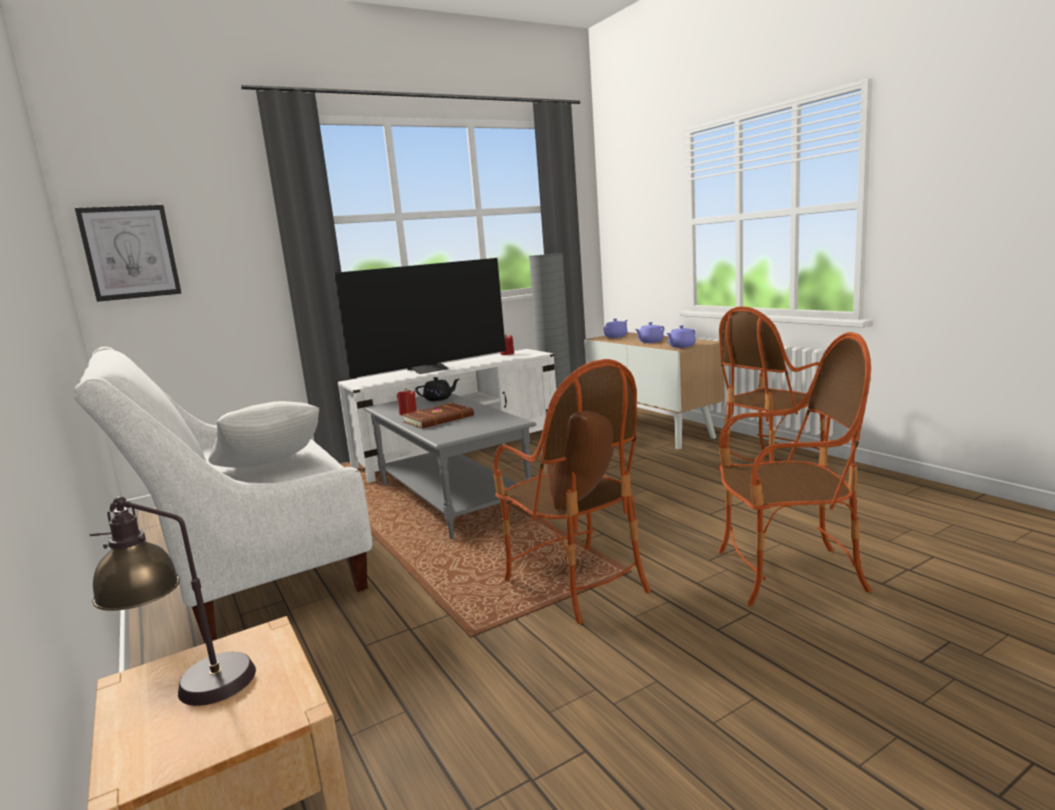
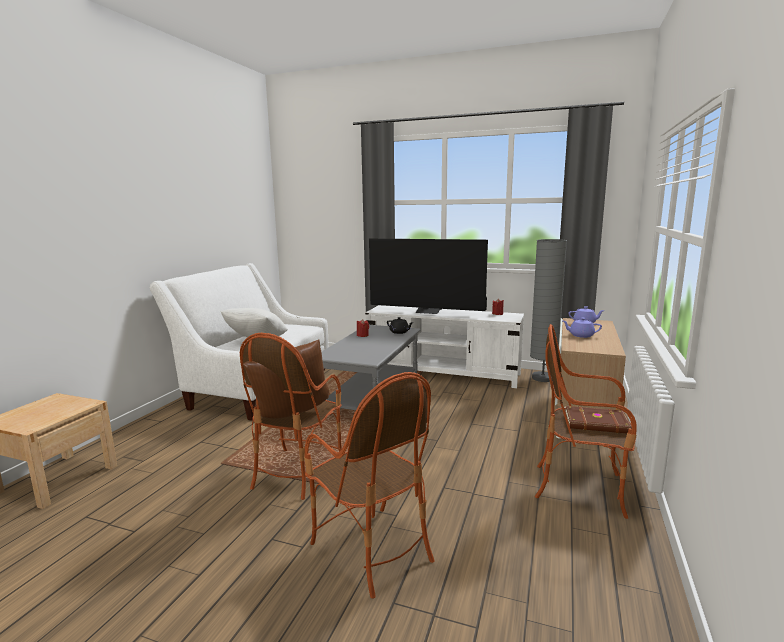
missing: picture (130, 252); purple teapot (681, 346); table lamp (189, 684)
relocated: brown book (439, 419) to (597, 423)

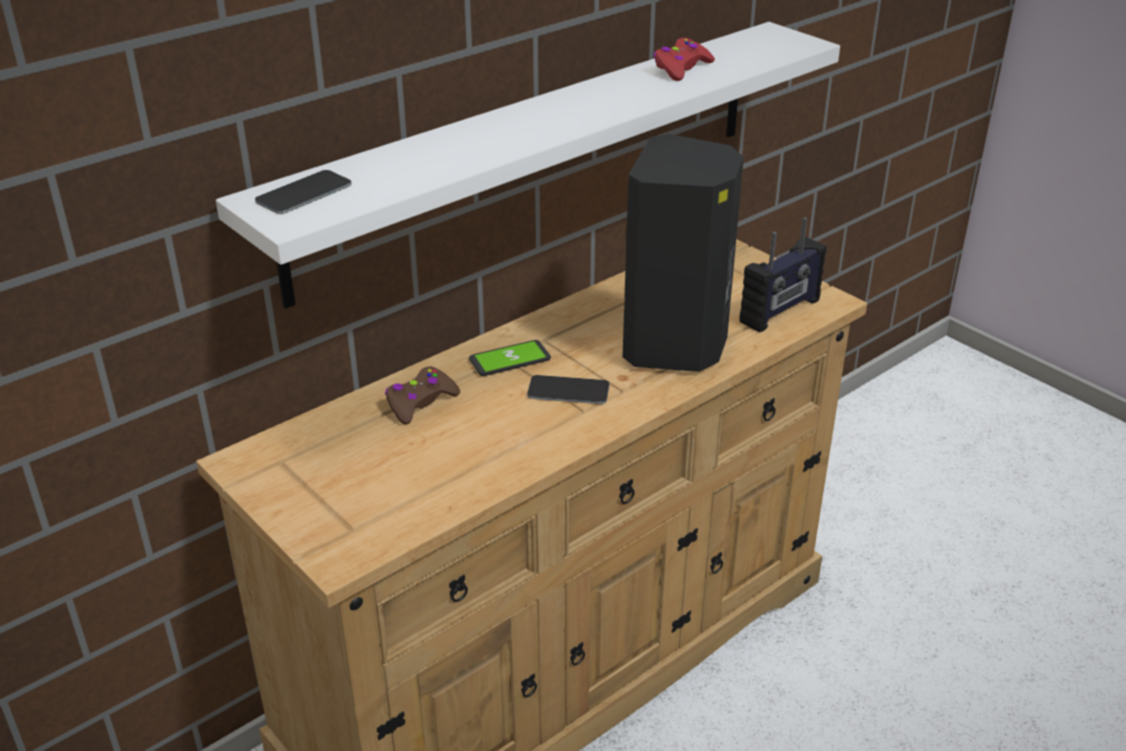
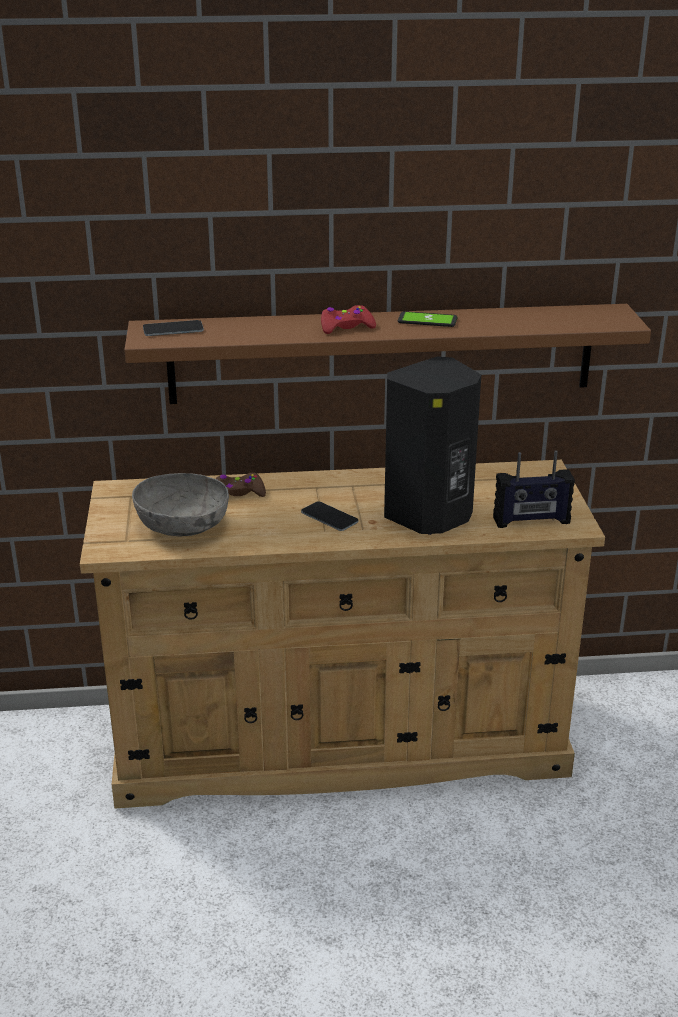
appeared: grey bowl (183, 526)
relocated: red game controller (681, 68) to (346, 327); phone (510, 359) to (427, 320)
colour: white shelf (535, 154) to brown shelf (381, 353)

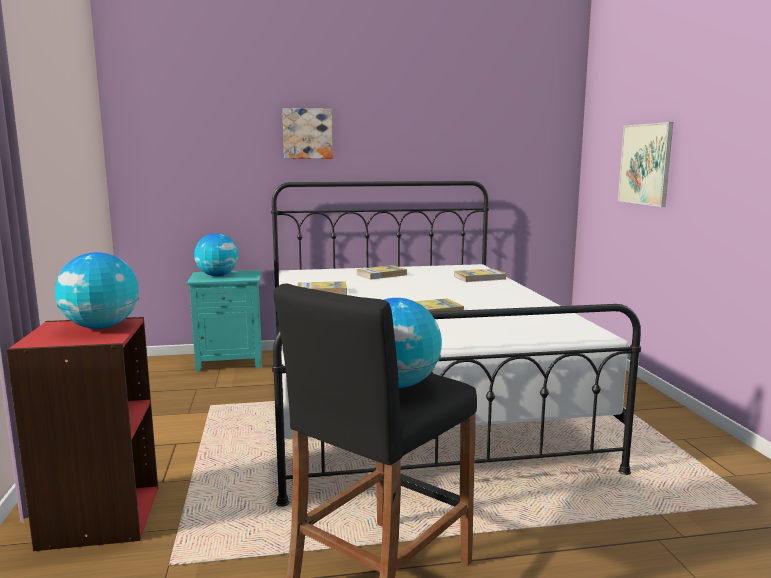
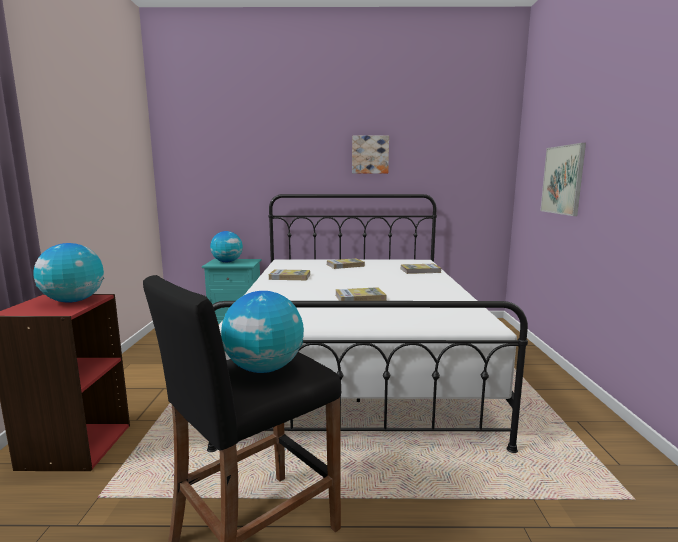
relocated: picture (307, 133) to (370, 155)

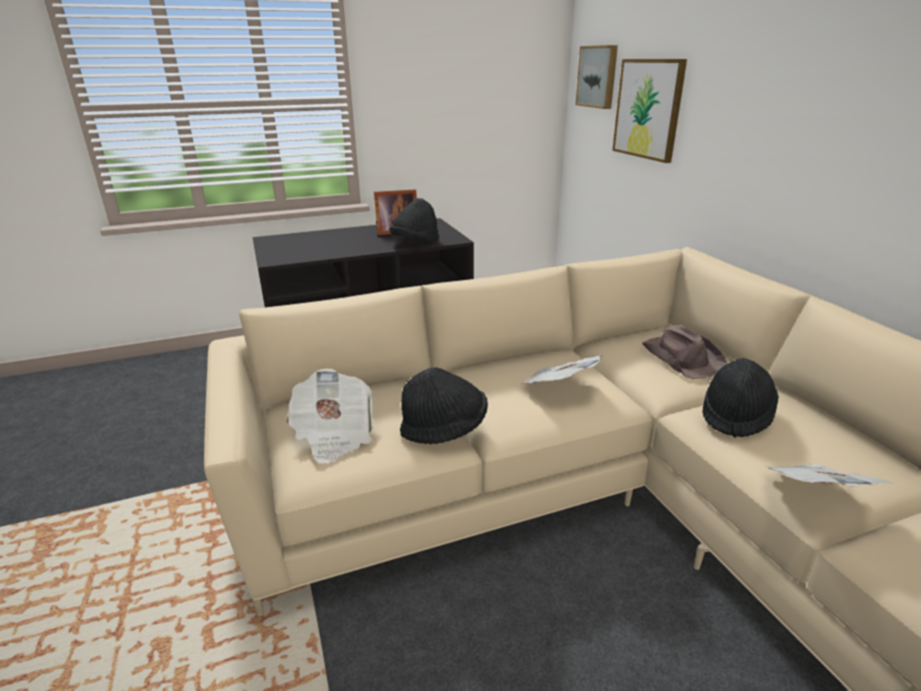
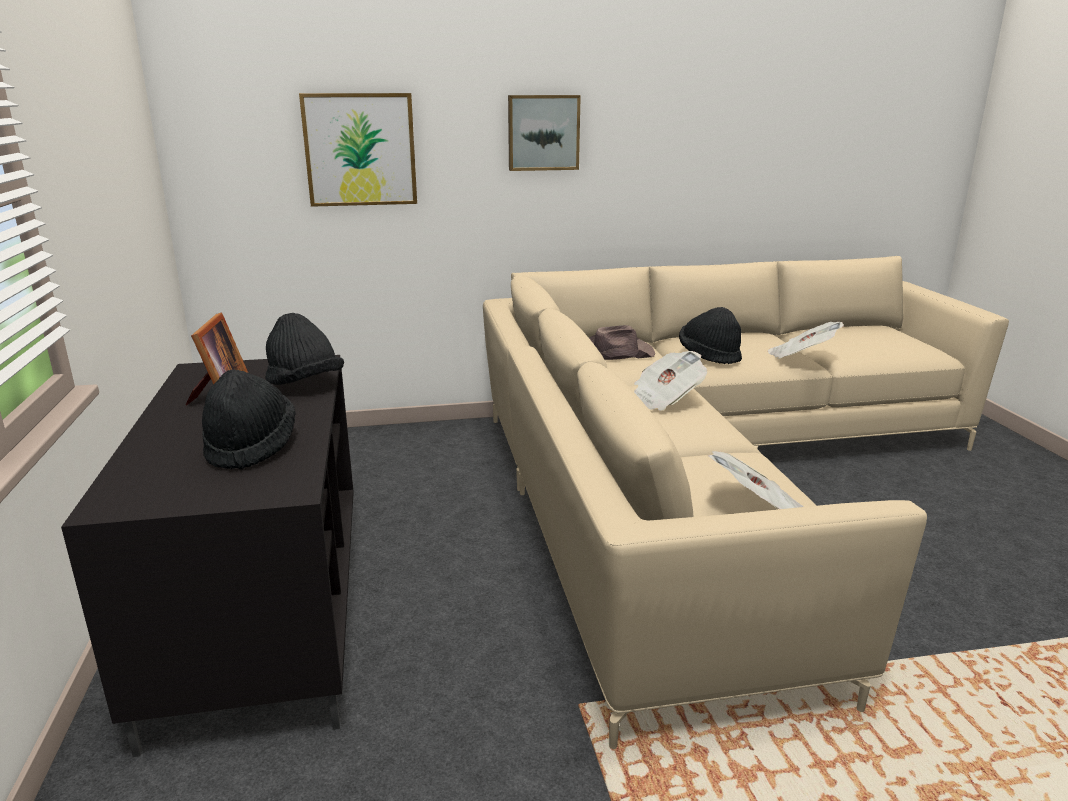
relocated: picture (598, 76) to (543, 132); black hat (444, 429) to (251, 447)

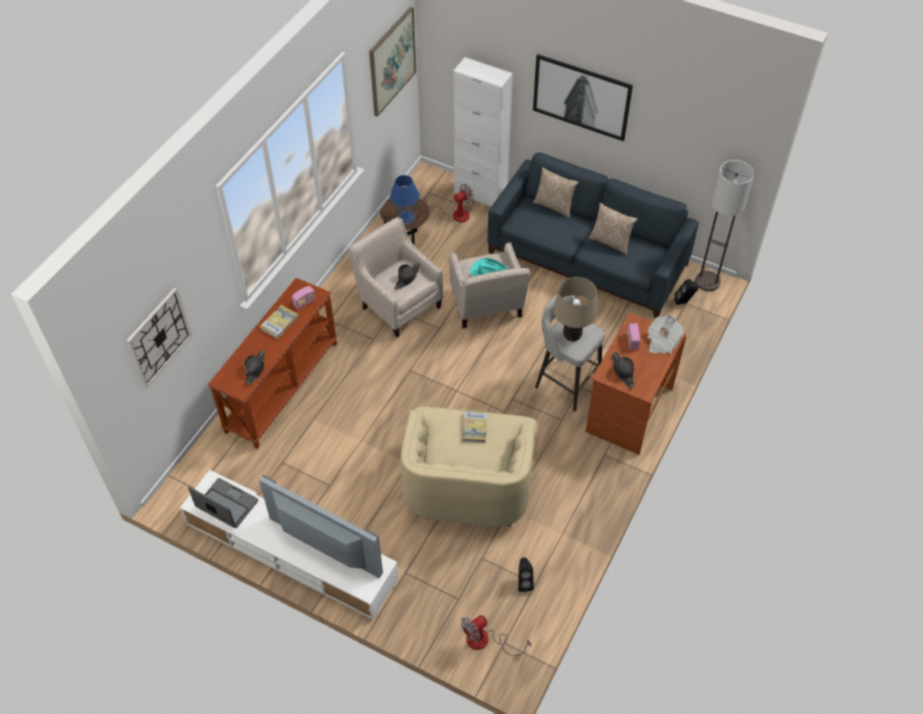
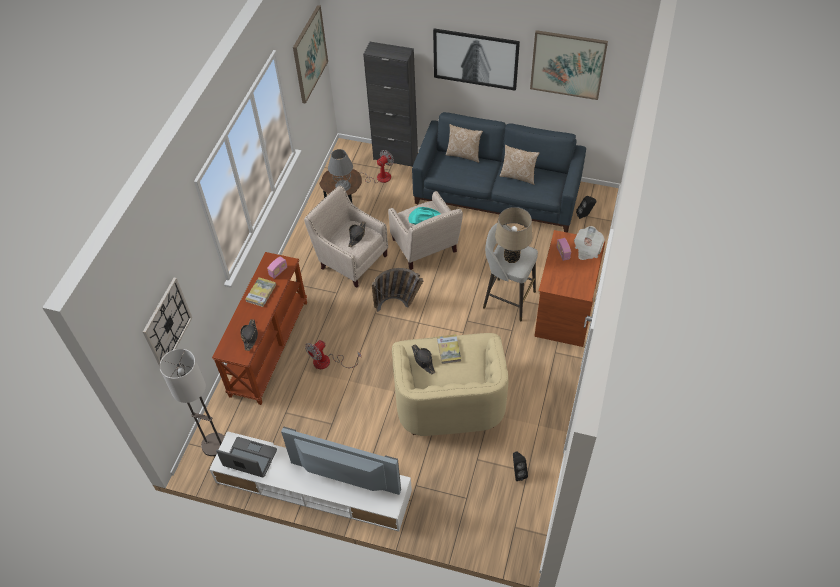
appeared: picture (567, 64); basket (399, 304)
relocated: floor lamp (707, 281) to (214, 444); black hat (623, 372) to (423, 361); fan (486, 641) to (328, 362)
colour: white cabinet (480, 194) to black cabinet (395, 157); blue table lamp (405, 217) to grey table lamp (342, 185)

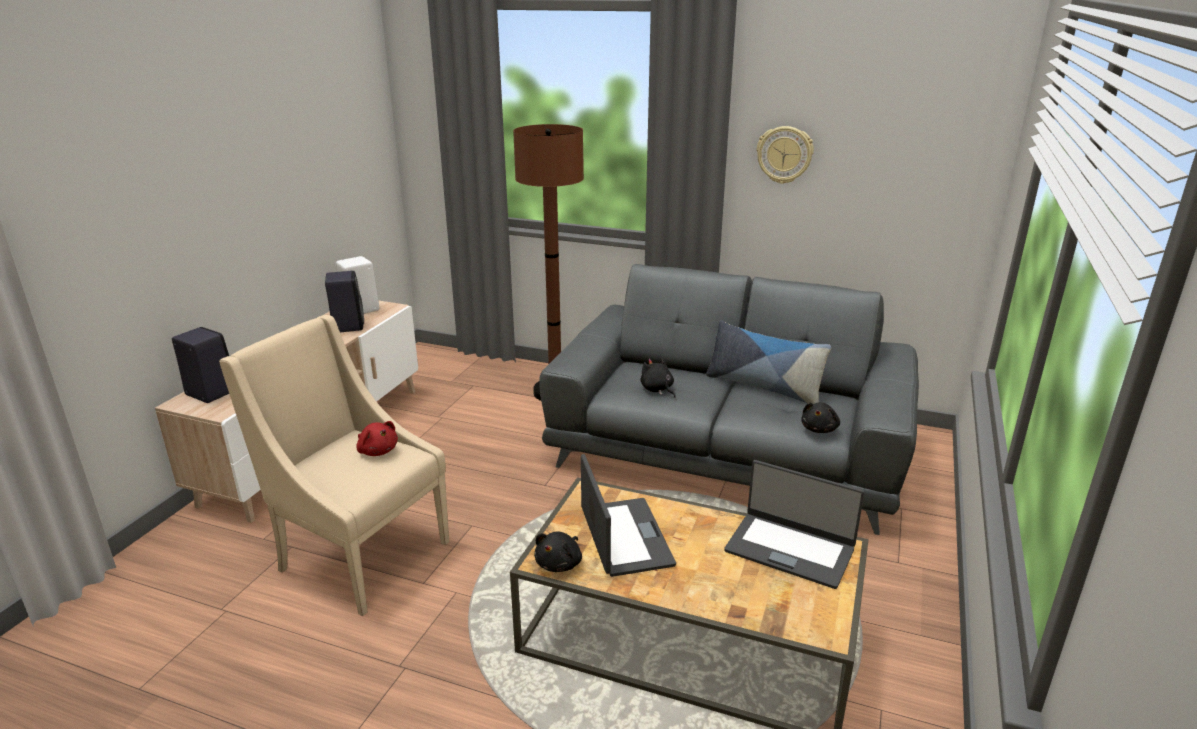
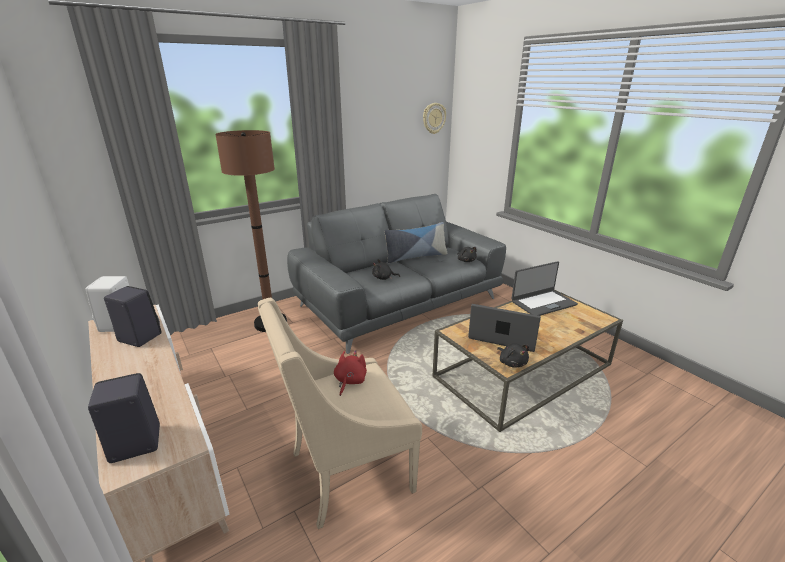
relocated: wall clock (784, 154) to (433, 118)
spun: red plush toy (377, 451) = (349, 381) 60 degrees counterclockwise

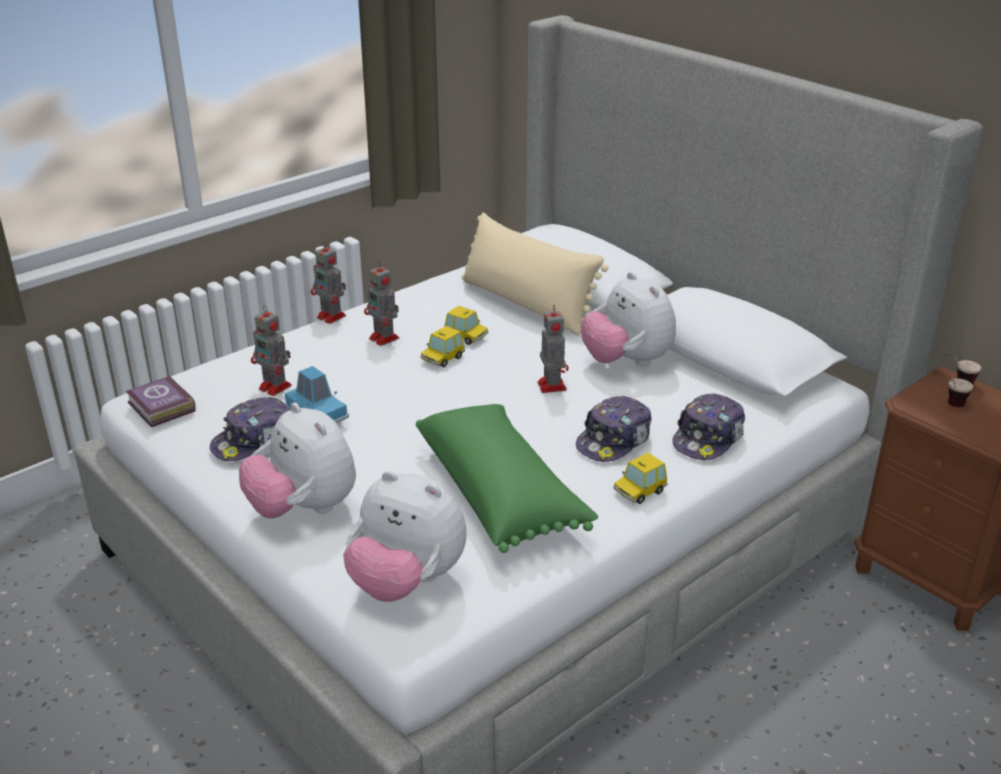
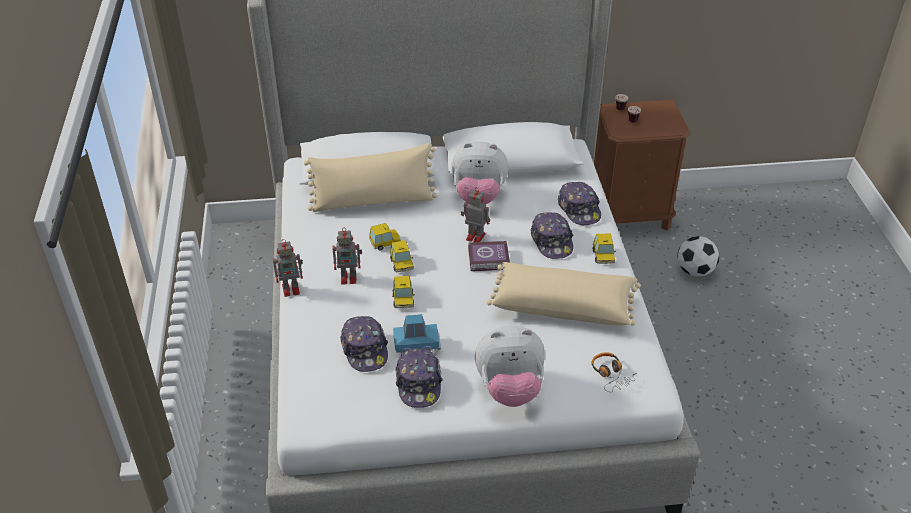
appeared: football (695, 271); toy car (403, 300)
relocated: book (161, 408) to (489, 260)
exchanged: toy robot (276, 388) to cap (365, 349); plush toy (406, 582) to headphones (611, 375)
colour: green pillow (501, 494) to beige pillow (563, 305)

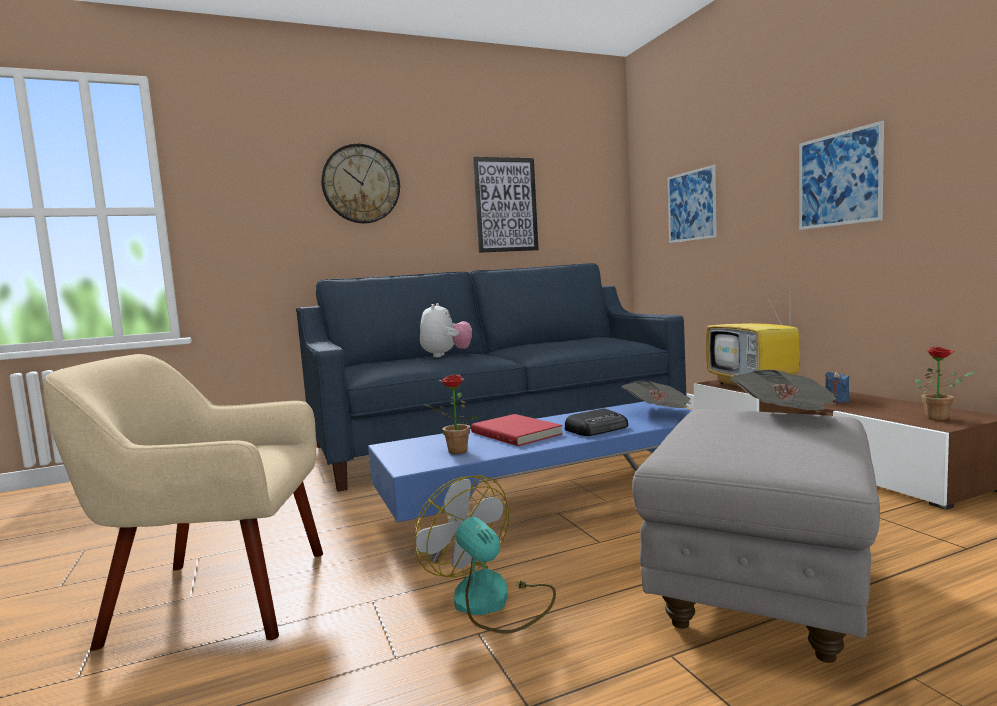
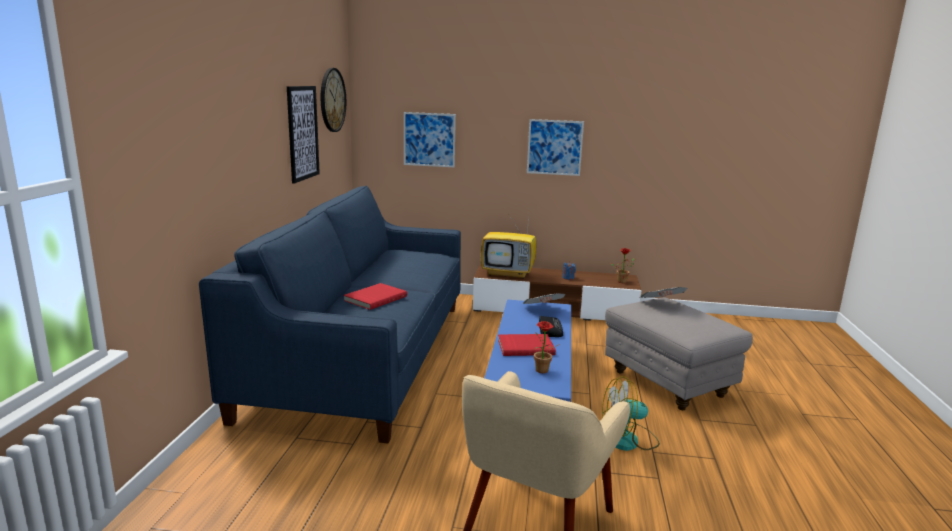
relocated: wall clock (361, 184) to (332, 100)
exchanged: plush toy (446, 355) to red book (375, 298)

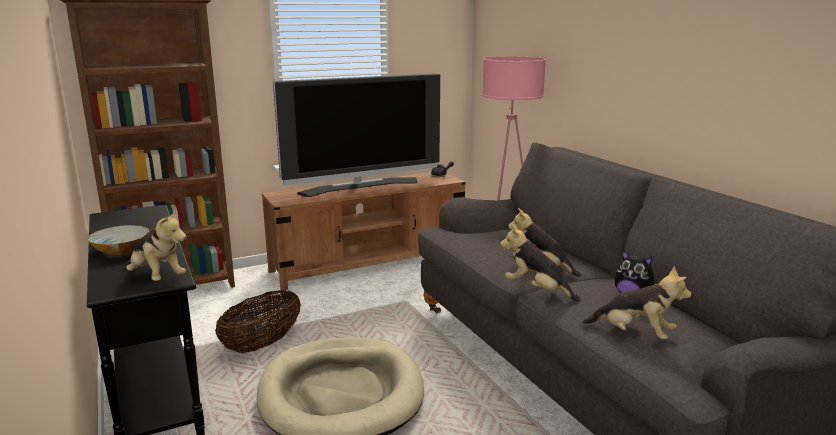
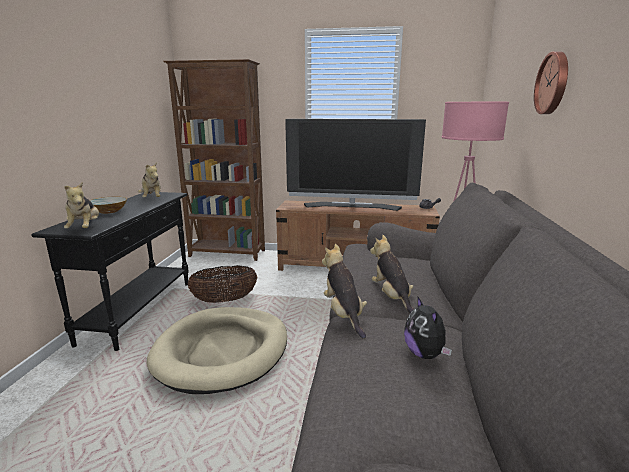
appeared: wall clock (553, 83)
relocated: plush toy (634, 334) to (152, 199)

